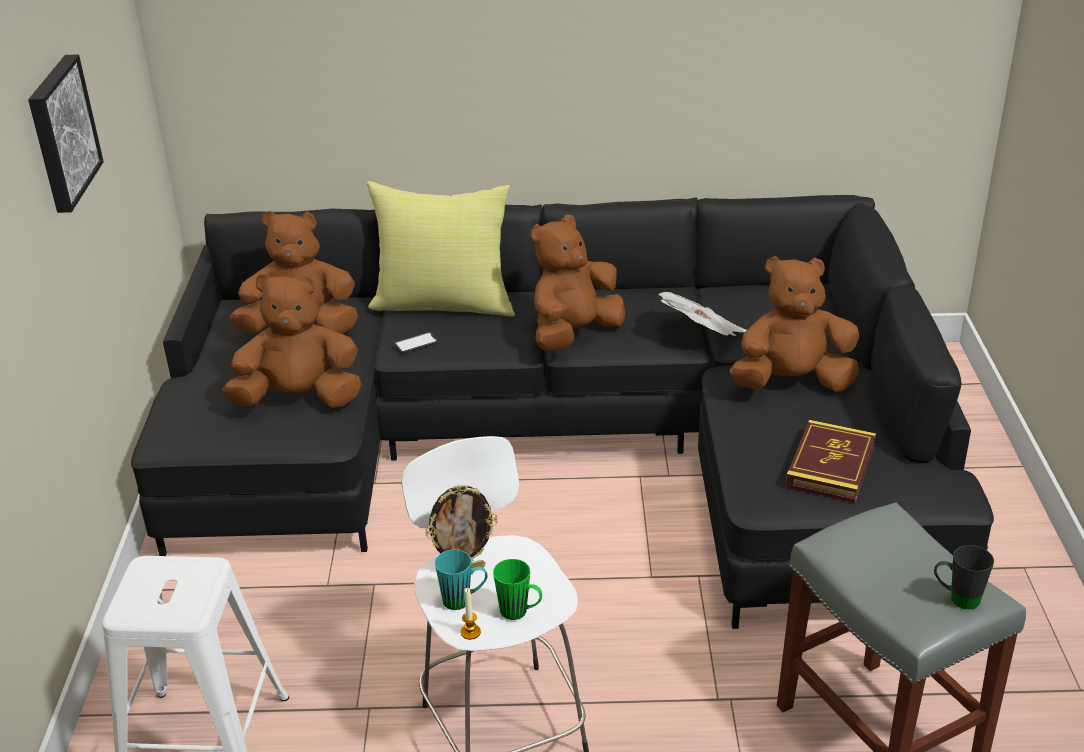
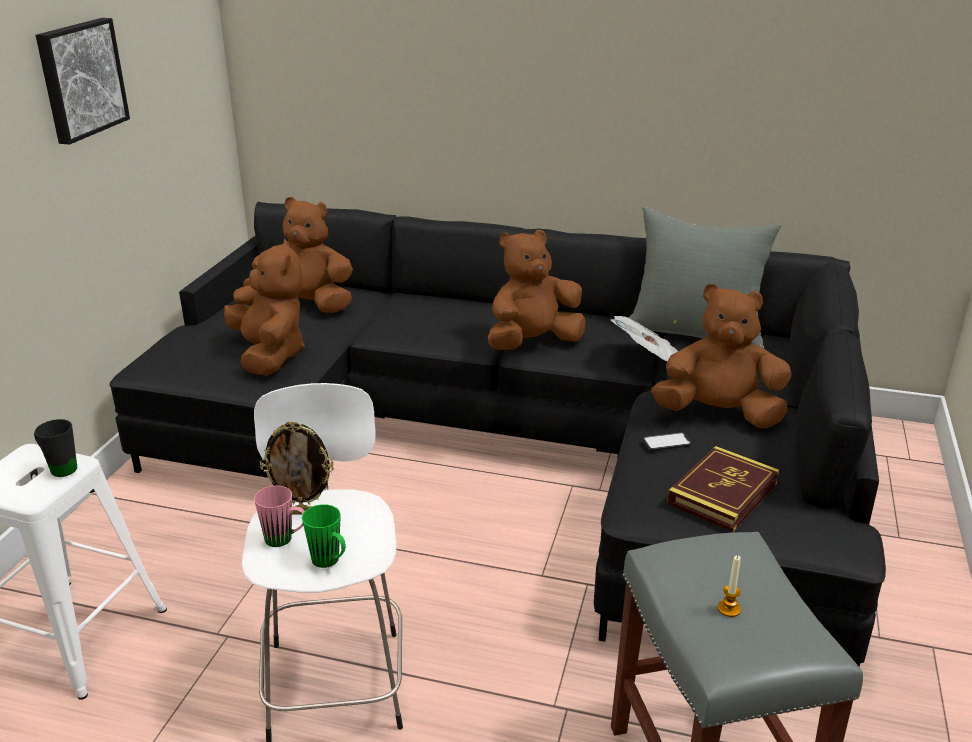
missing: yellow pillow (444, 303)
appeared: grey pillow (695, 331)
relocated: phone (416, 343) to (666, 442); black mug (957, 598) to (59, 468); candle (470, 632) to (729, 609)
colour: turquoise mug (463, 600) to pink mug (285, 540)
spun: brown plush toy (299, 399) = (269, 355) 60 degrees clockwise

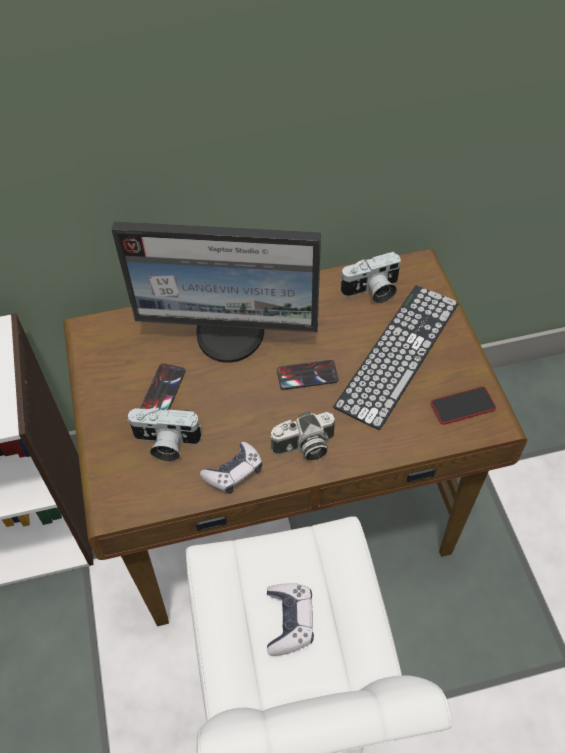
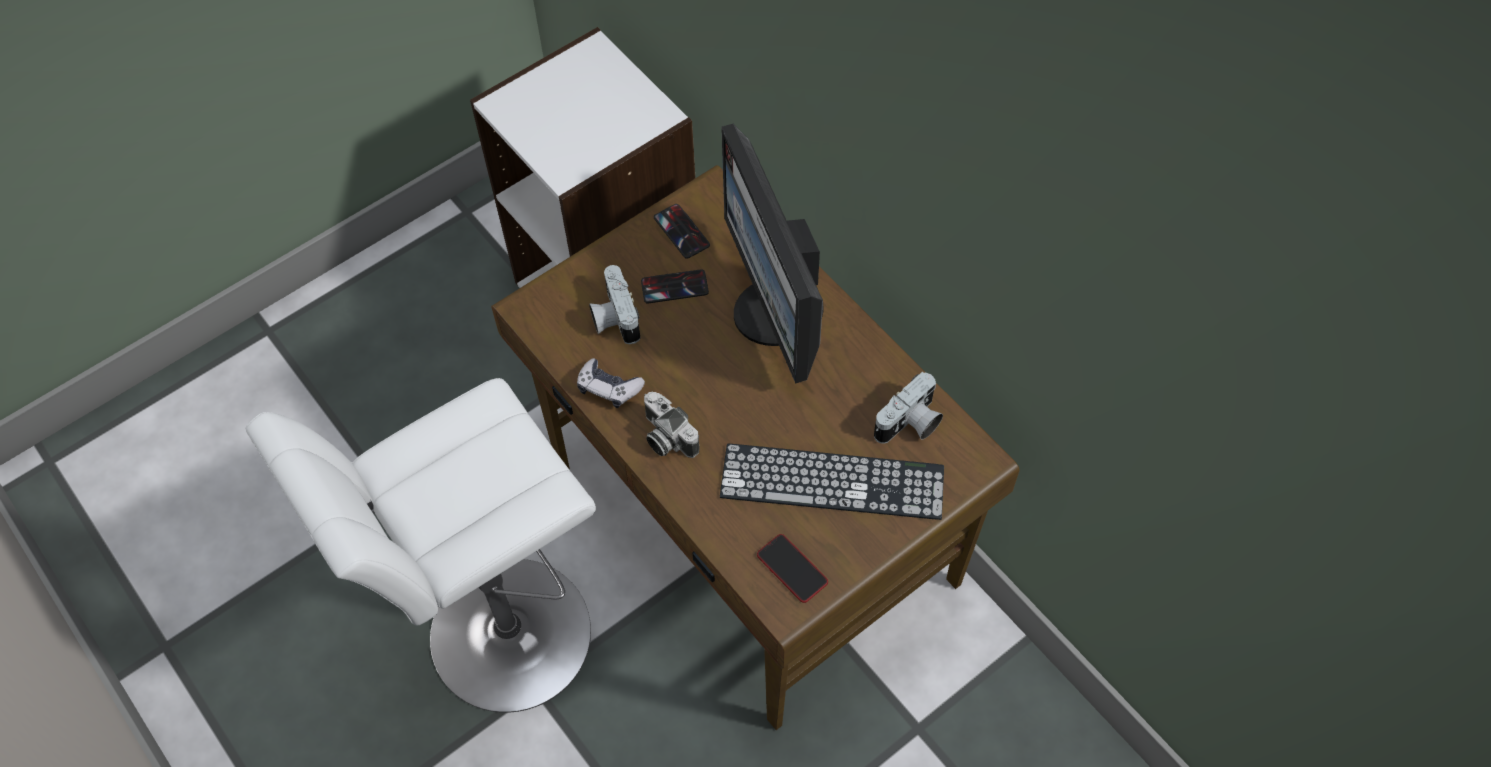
missing: game controller (289, 621)
relocated: phone (307, 375) to (681, 231)
spun: photo camera (372, 291) = (910, 424) 90 degrees counterclockwise

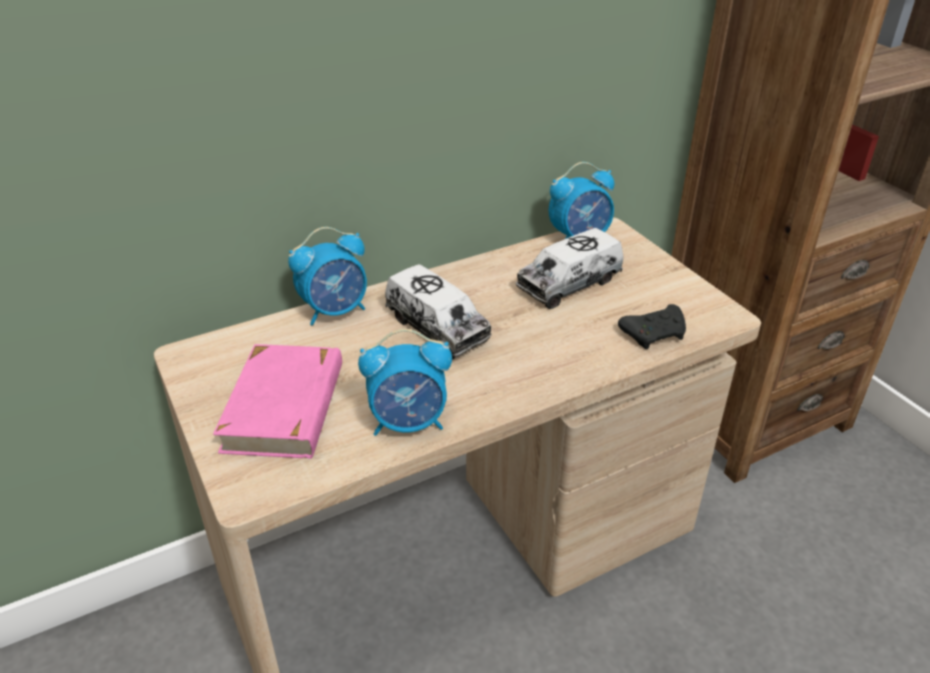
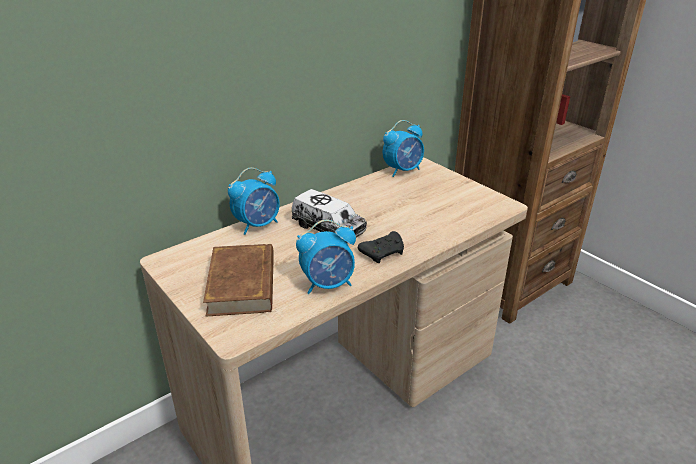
missing: toy truck (569, 284)
relocated: black game controller (654, 334) to (383, 253)
colour: pink book (285, 407) to brown book (243, 284)

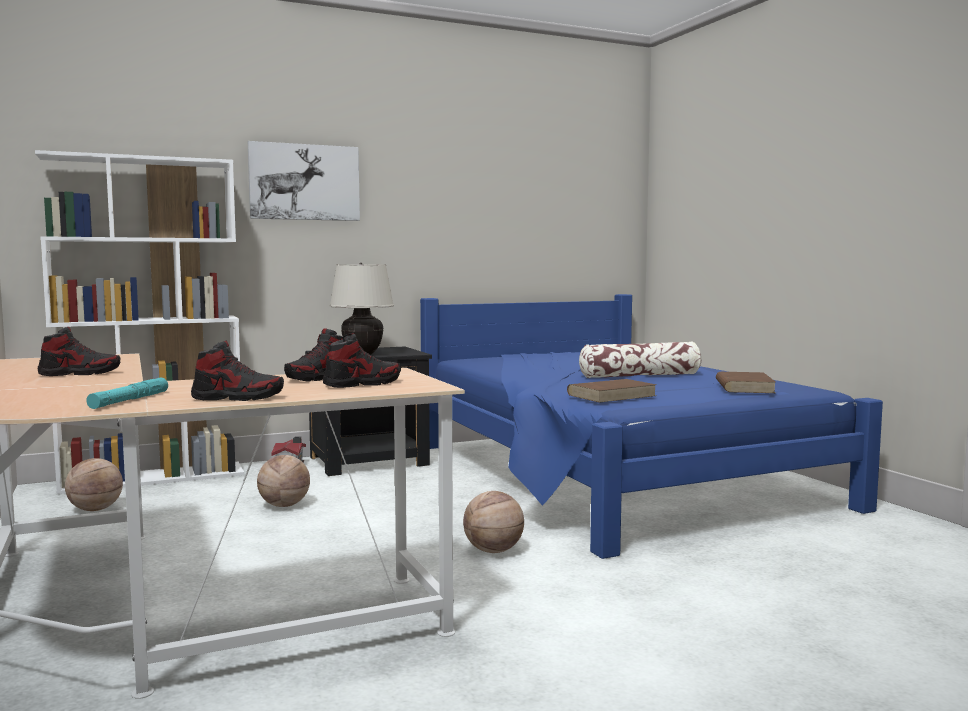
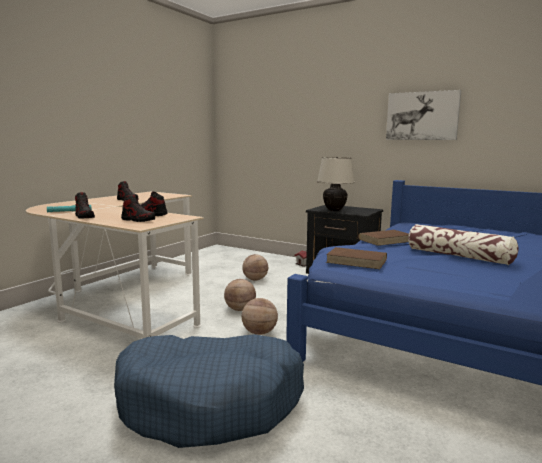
missing: white bookcase (154, 478)
appeared: blue dog bed (210, 402)
relocated: picture (304, 182) to (422, 116); brown book (744, 387) to (385, 240); basketball (95, 510) to (240, 309)

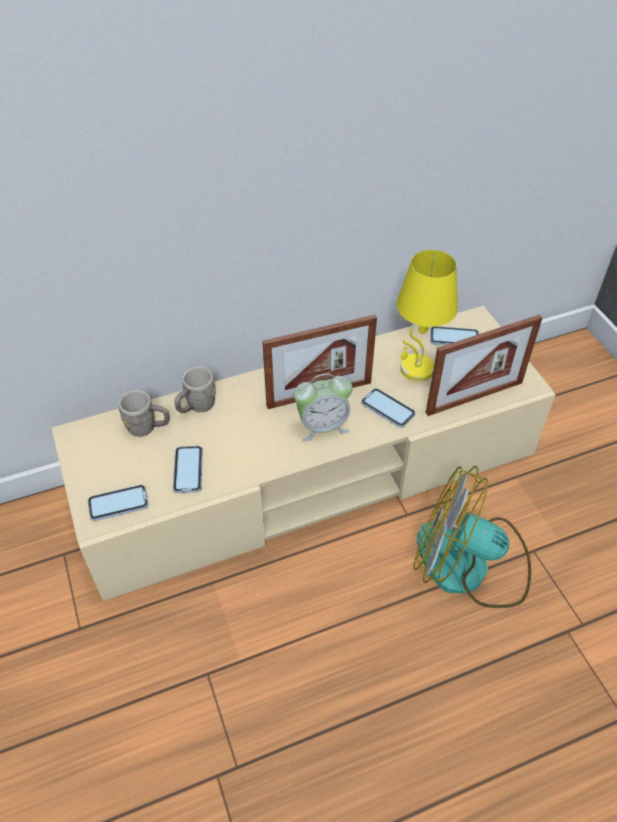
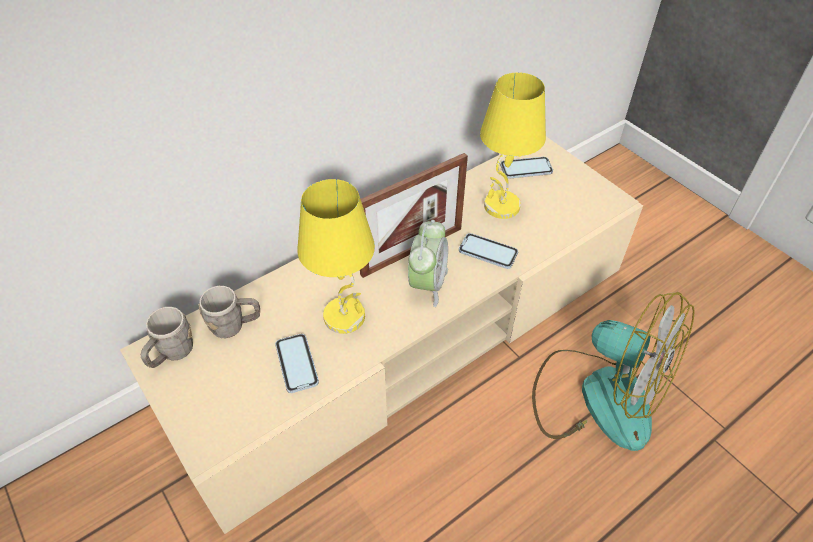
missing: picture frame (474, 397); phone (118, 504)
appeared: yellow table lamp (346, 316)
relocated: grey mug (196, 407) to (172, 354)
spun: alarm clock (322, 426) = (427, 284) 45 degrees counterclockwise; fan (469, 565) = (598, 395) 150 degrees counterclockwise

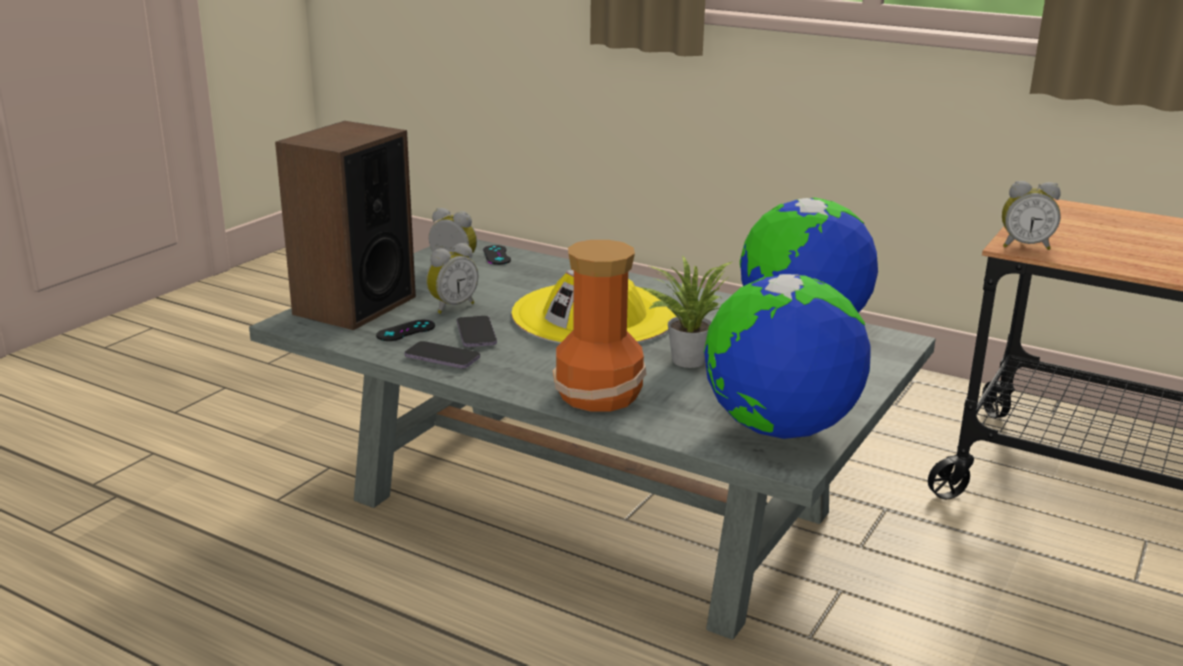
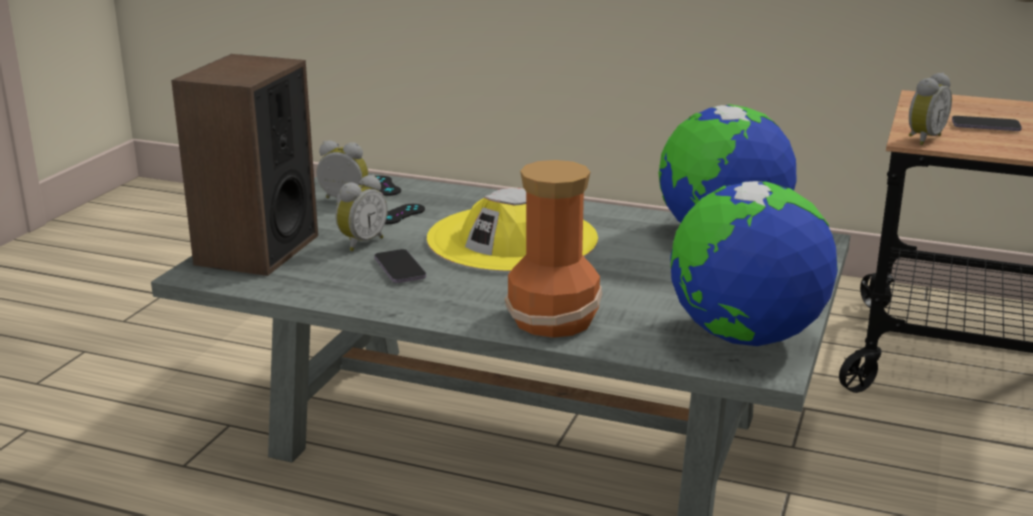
missing: potted plant (685, 359)
relocated: black game controller (406, 331) to (400, 214); phone (442, 358) to (985, 126)
spun: alarm clock (1024, 246) = (922, 139) 45 degrees counterclockwise

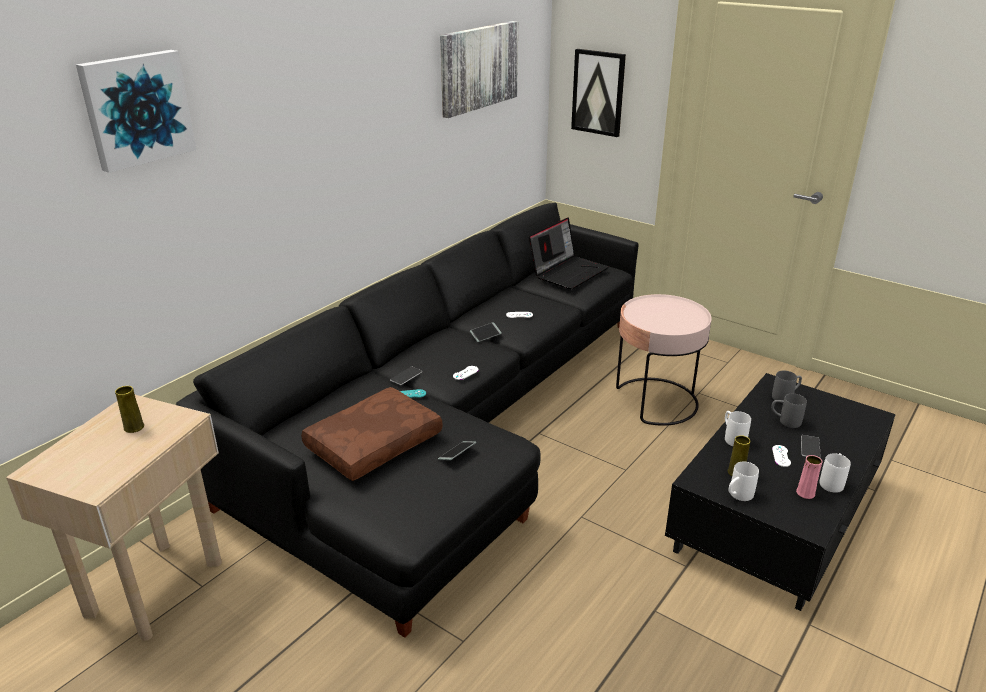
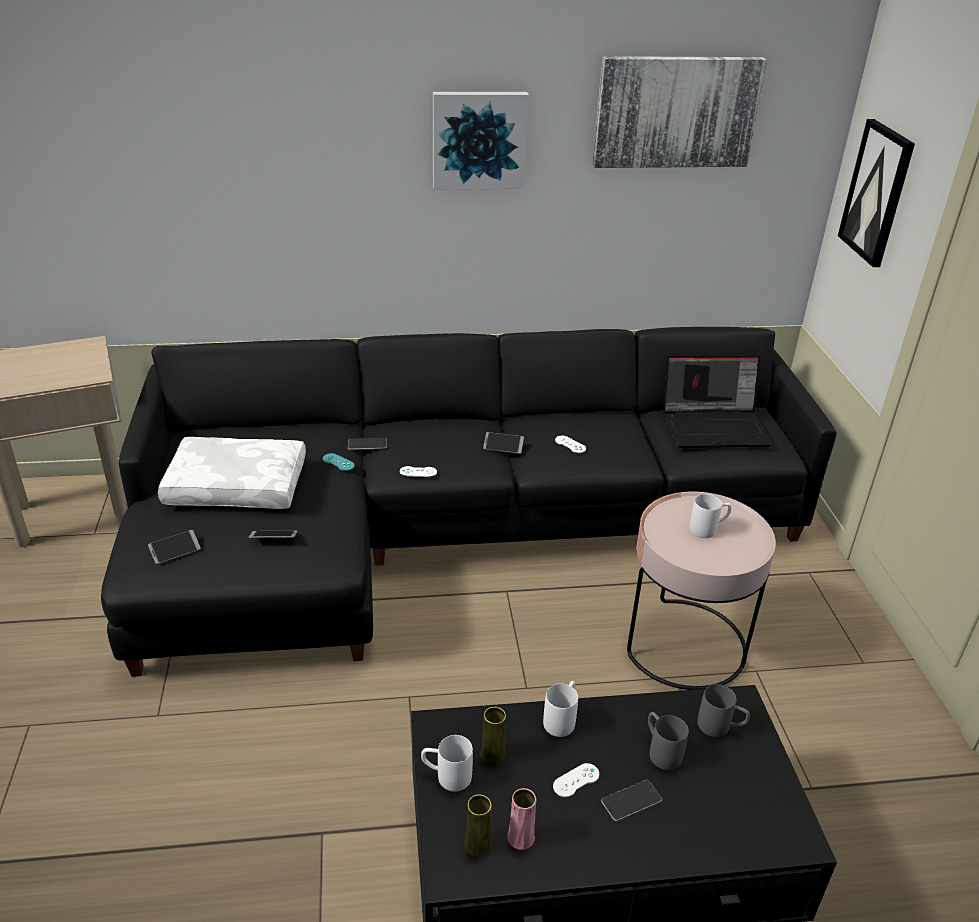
appeared: phone (175, 551)
relocated: picture (136, 109) to (478, 139); yellow vase (134, 427) to (477, 844); white mug (832, 482) to (708, 529)
colour: brown pillow (373, 443) to white pillow (238, 485)

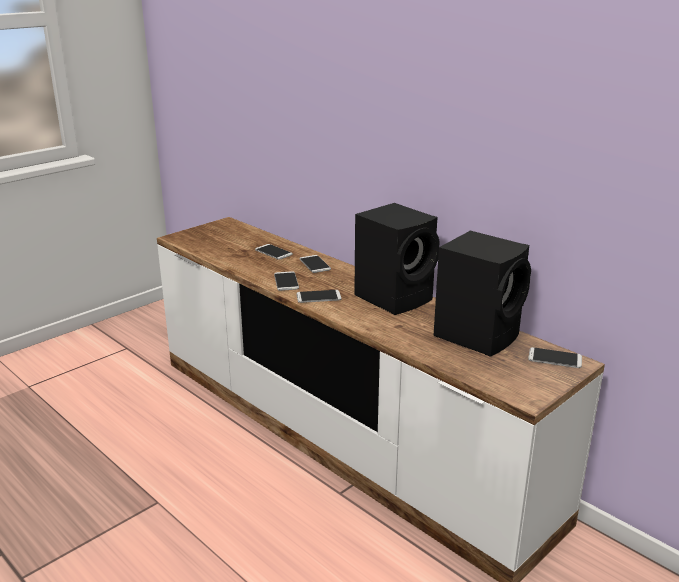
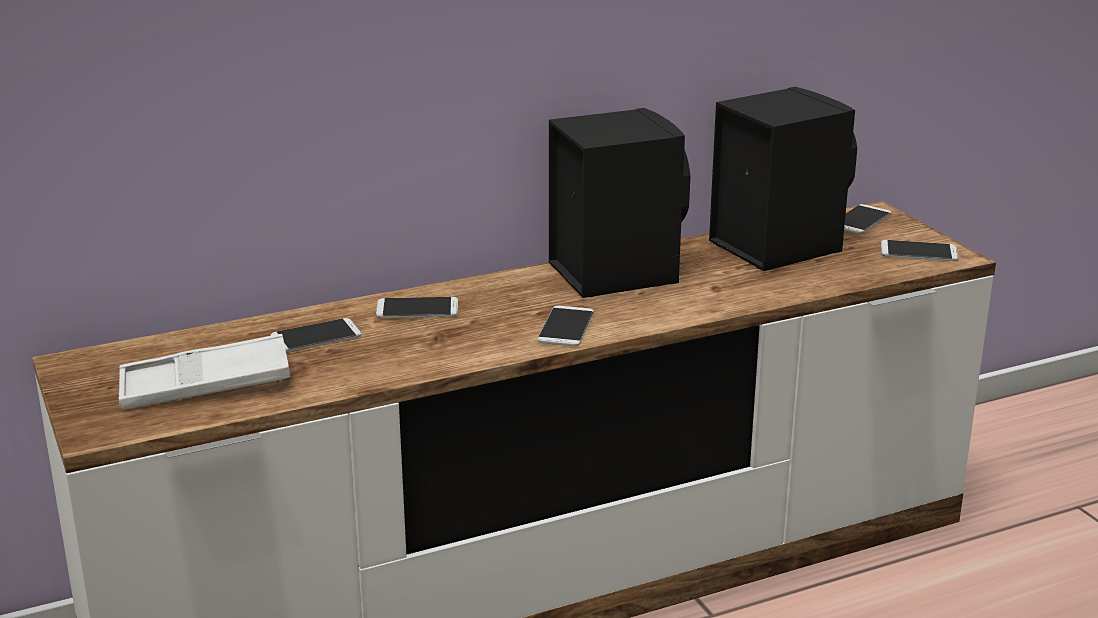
appeared: white tray (205, 385)
relocated: phone (286, 281) to (918, 252)

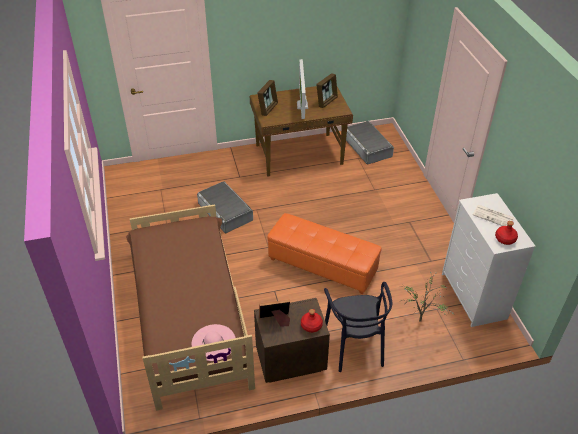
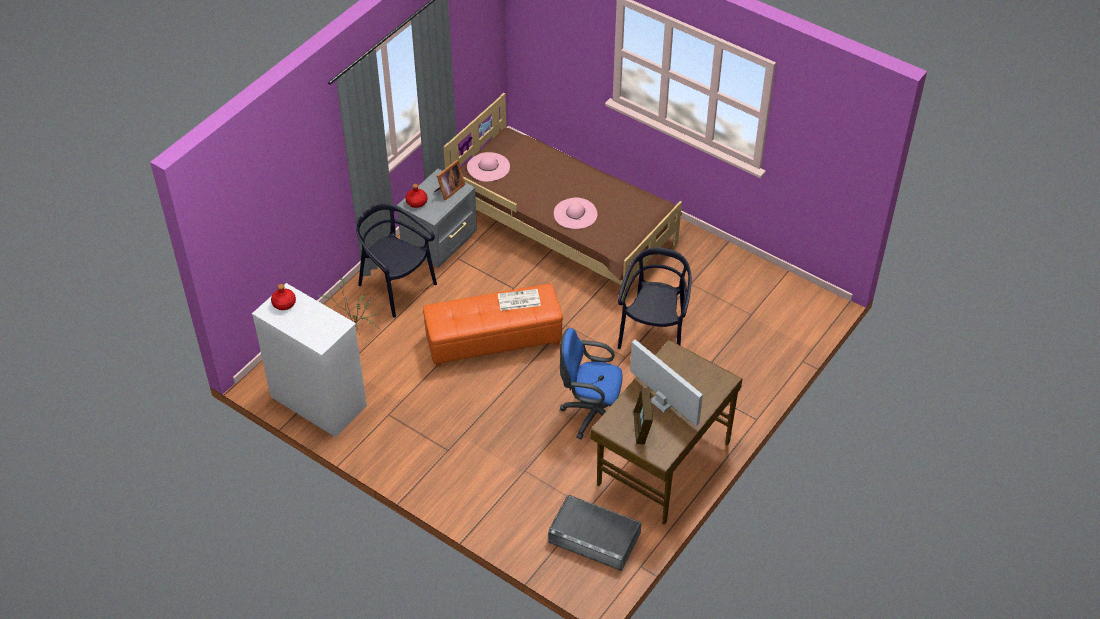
missing: picture frame (268, 108)
appeared: pink hat (575, 213); blue office chair (591, 414)
relocated: newspaper (493, 216) to (518, 300)
exchanged: grey storage box (225, 211) to black chair (654, 333)
colour: brown nightstand (289, 360) to grey nightstand (441, 243)

